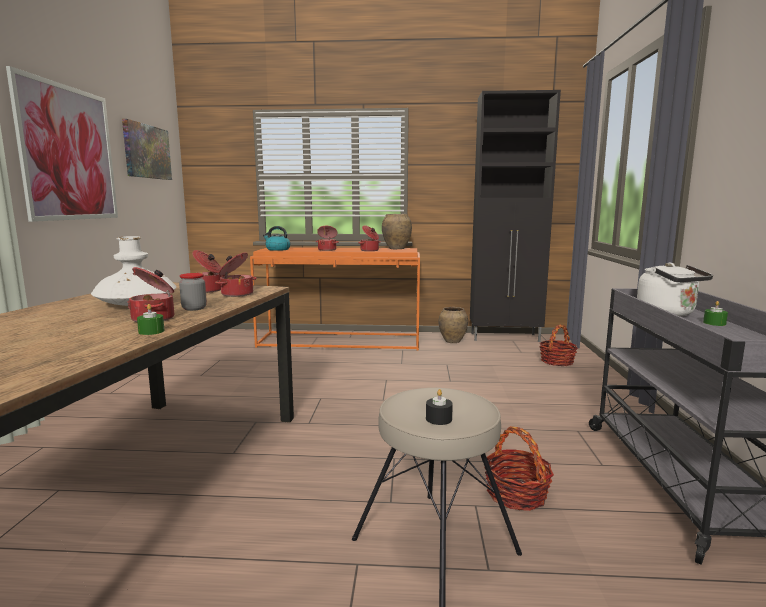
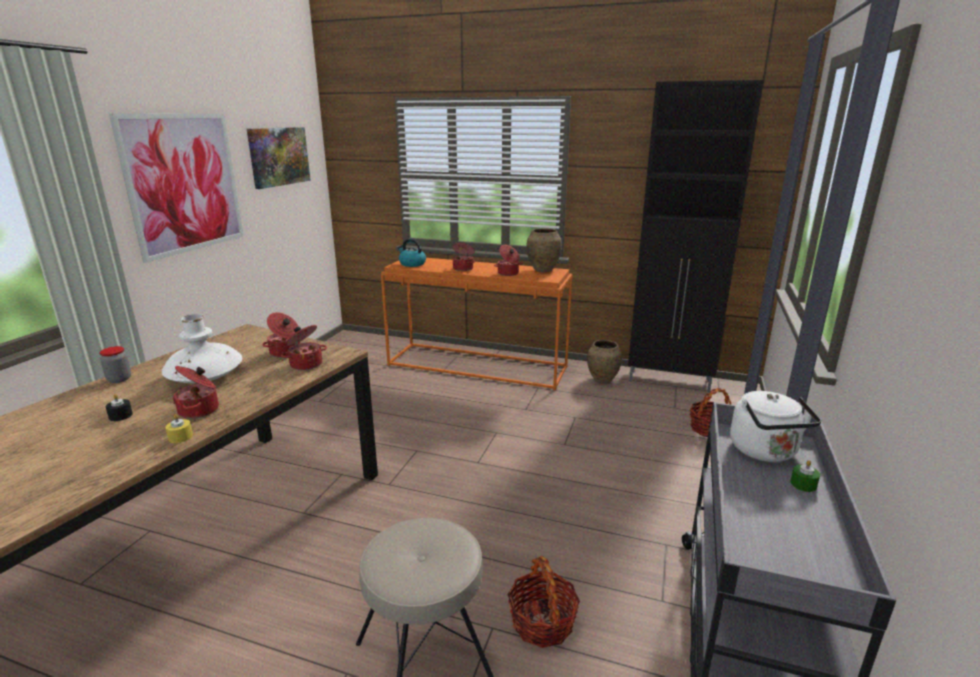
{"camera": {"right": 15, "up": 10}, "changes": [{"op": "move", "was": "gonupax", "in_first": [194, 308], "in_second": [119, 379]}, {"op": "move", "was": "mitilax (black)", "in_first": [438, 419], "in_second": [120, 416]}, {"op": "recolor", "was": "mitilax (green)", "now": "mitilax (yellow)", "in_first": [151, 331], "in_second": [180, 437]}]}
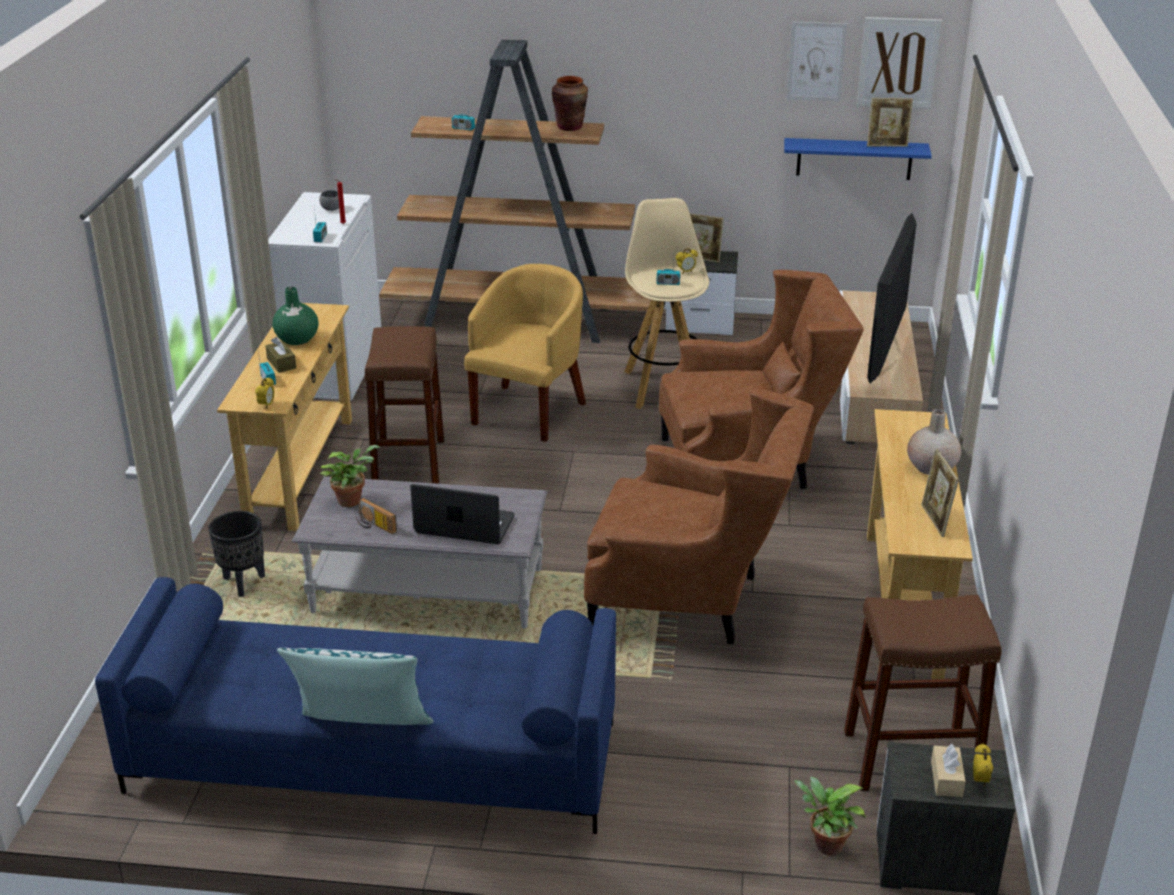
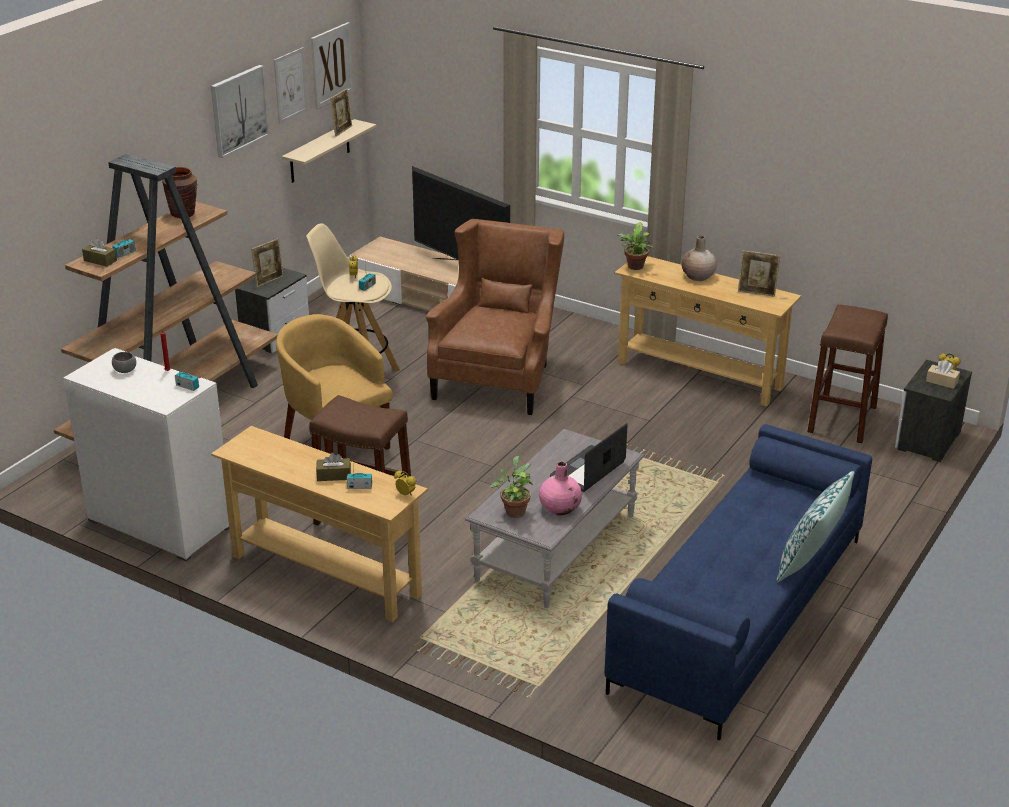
{"camera": {"right": -65, "up": 0}, "changes": [{"op": "delete", "was": "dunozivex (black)", "in_first": [243, 584]}, {"op": "delete", "was": "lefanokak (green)", "in_first": [296, 339]}, {"op": "delete", "was": "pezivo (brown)", "in_first": [692, 601]}, {"op": "insert", "now": "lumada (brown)", "in_second": [100, 260]}, {"op": "insert", "now": "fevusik", "in_second": [238, 110]}, {"op": "move", "was": "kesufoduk", "in_first": [825, 845], "in_second": [634, 267]}, {"op": "replace", "was": "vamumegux", "now": "lefanokak (pink)", "in_first": [374, 526], "in_second": [560, 508]}, {"op": "recolor", "was": "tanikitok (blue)", "now": "tanikitok (beige)", "in_first": [854, 159], "in_second": [319, 152]}]}
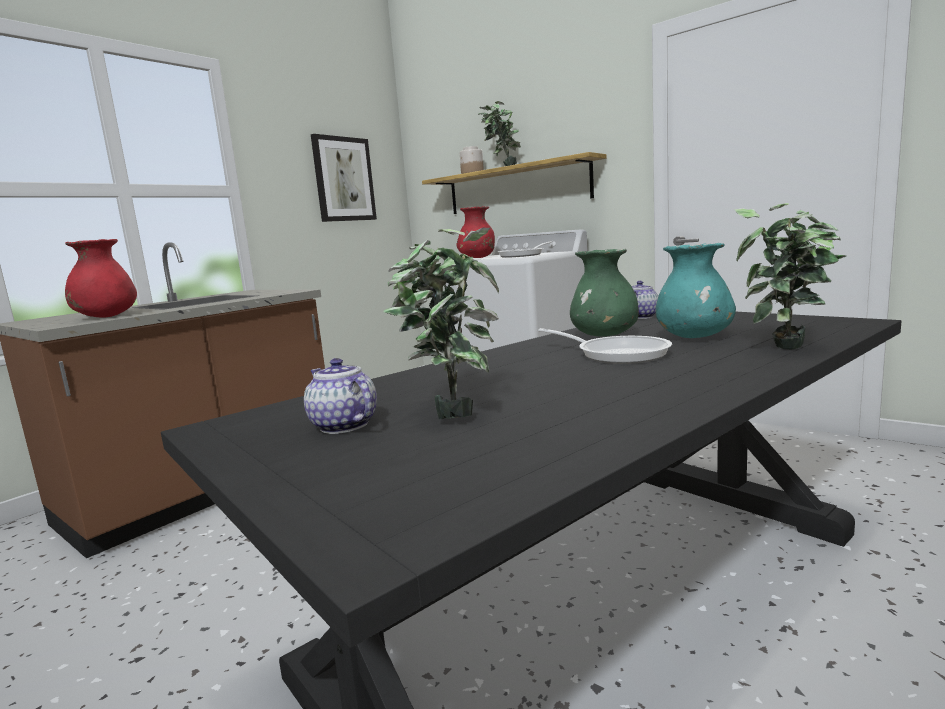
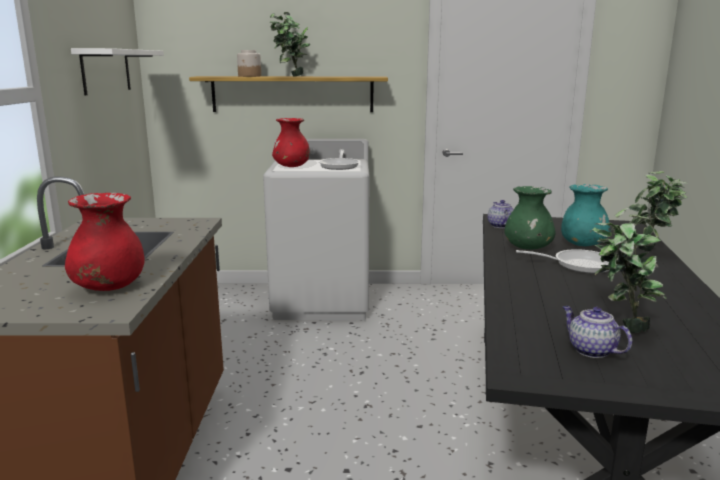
{"camera": {"right": -40, "up": 5}, "changes": [{"op": "replace", "was": "fevusik", "now": "tanikitok (white)", "in_first": [343, 179], "in_second": [106, 71]}, {"op": "rotate", "was": "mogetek", "in_first": [342, 425], "in_second": [590, 350], "clockwise": 45}]}
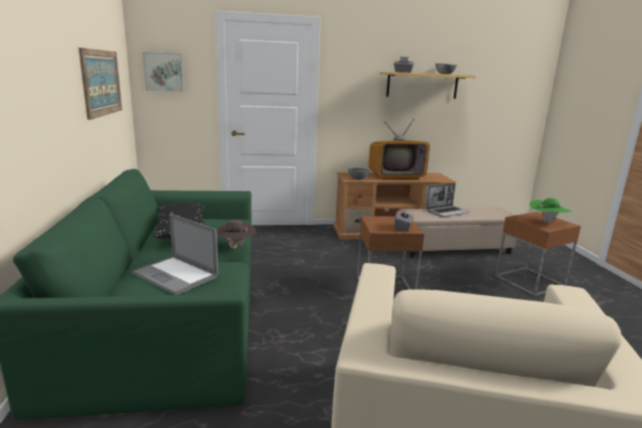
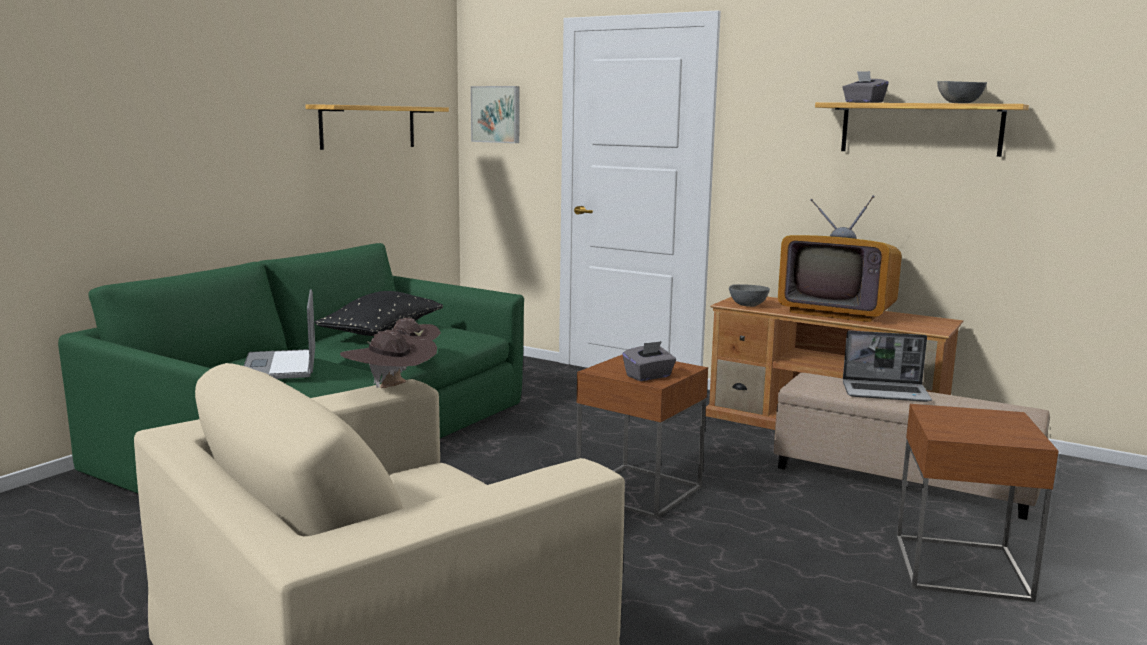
{"camera": {"right": 40, "up": -5}, "changes": [{"op": "delete", "was": "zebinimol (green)", "in_first": [547, 222]}, {"op": "insert", "now": "zebinimol (brown)", "in_second": [390, 389]}, {"op": "replace", "was": "fevusik", "now": "tanikitok", "in_first": [101, 82], "in_second": [368, 127]}]}
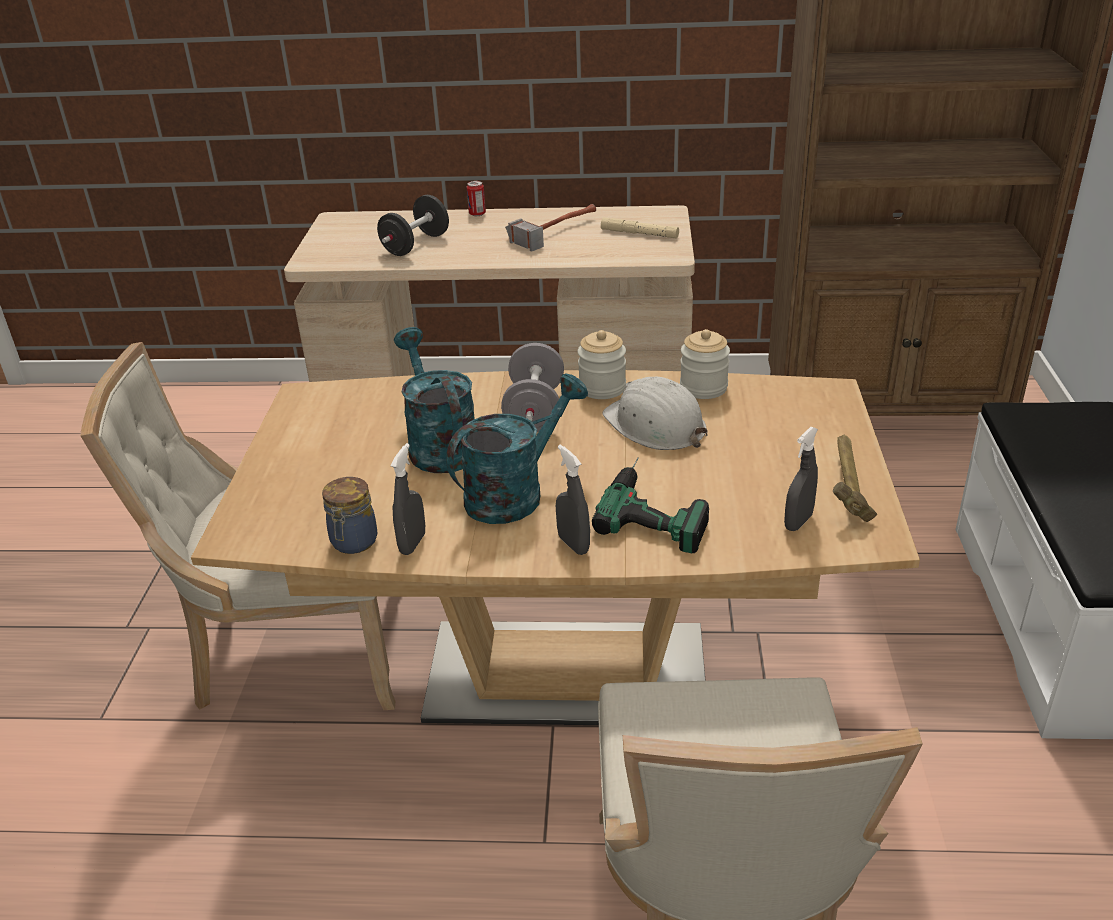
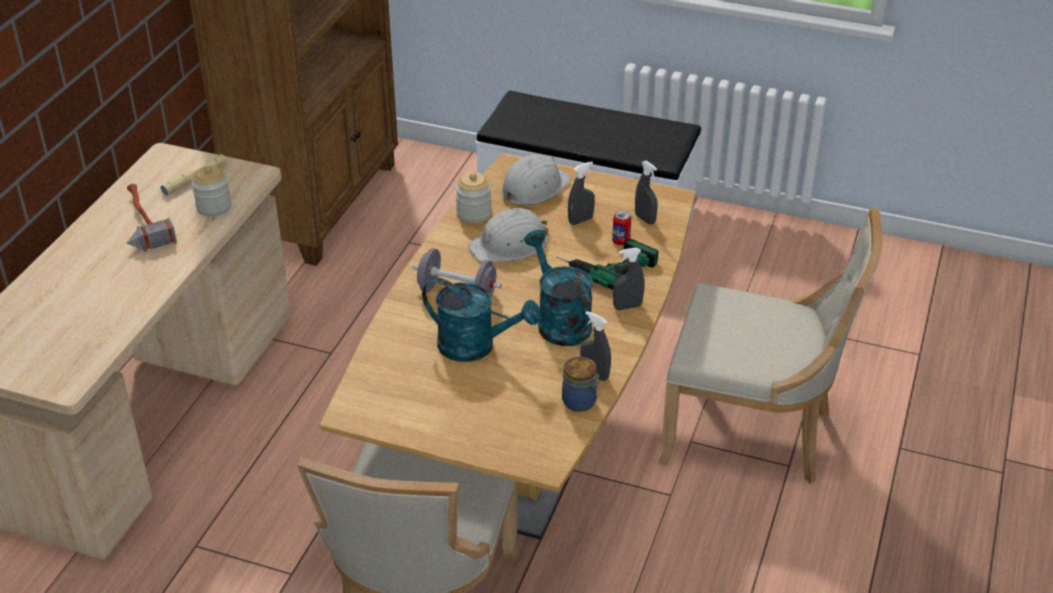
{"camera": {"right": -75, "up": 5}, "changes": [{"op": "delete", "was": "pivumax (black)", "in_first": [415, 245]}, {"op": "delete", "was": "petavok", "in_first": [847, 488]}, {"op": "insert", "now": "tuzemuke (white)", "in_second": [533, 188]}, {"op": "insert", "now": "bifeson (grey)", "in_second": [580, 220]}, {"op": "move", "was": "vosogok", "in_first": [477, 214], "in_second": [621, 242]}, {"op": "move", "was": "gonupax", "in_first": [602, 388], "in_second": [214, 207]}, {"op": "rotate", "was": "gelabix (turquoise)", "in_first": [438, 445], "in_second": [476, 347], "clockwise": -150}]}
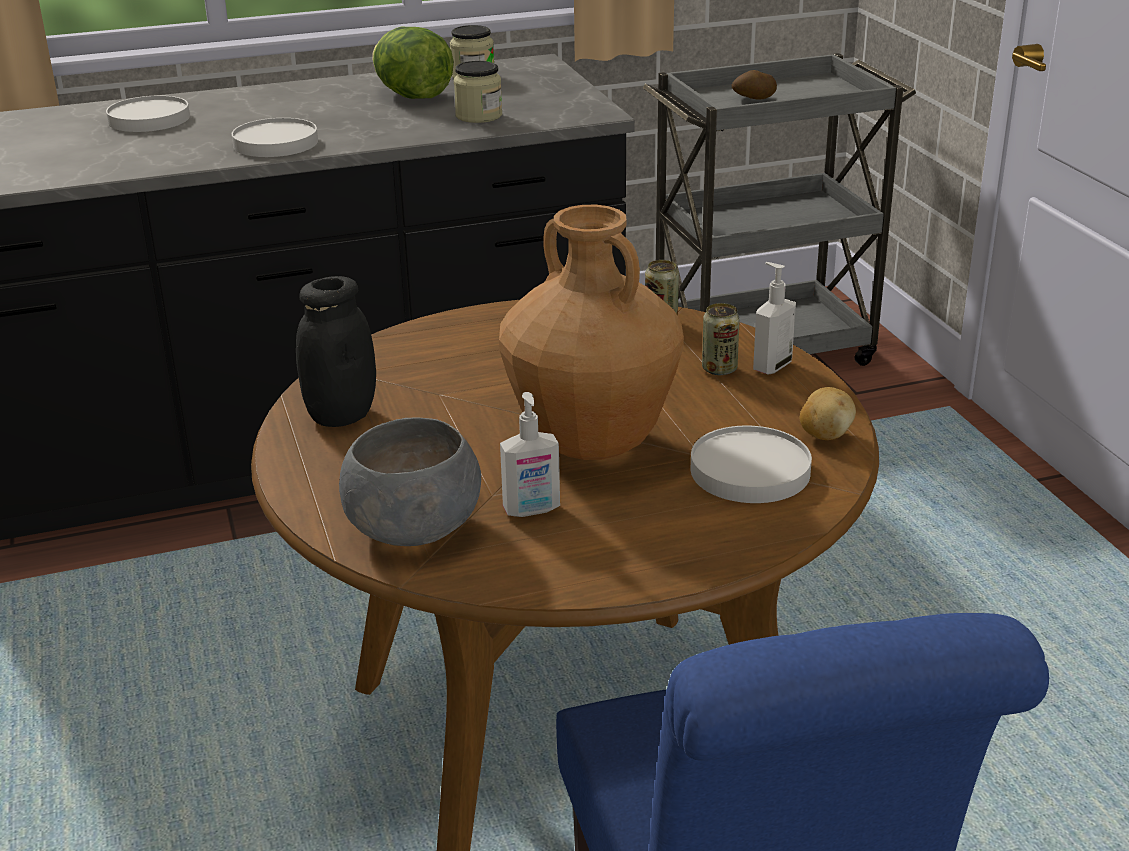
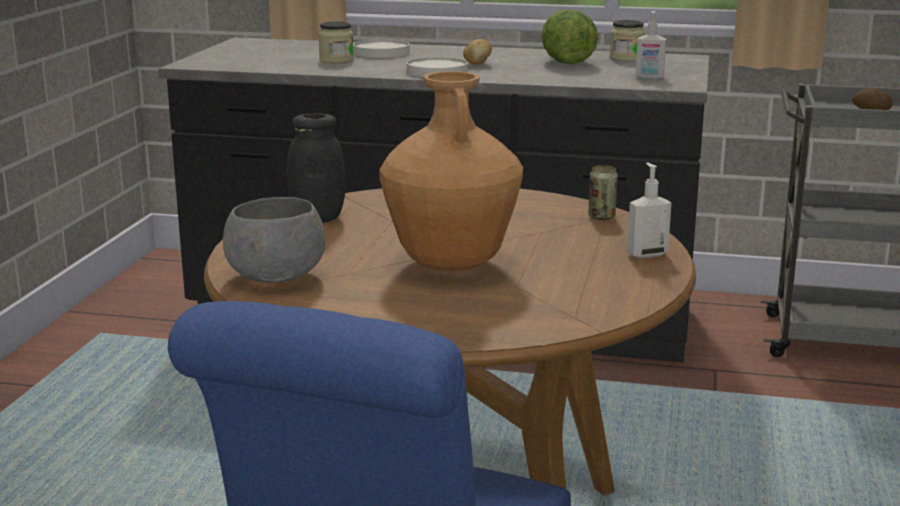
{"camera": {"right": 30, "up": -10}, "changes": [{"op": "delete", "was": "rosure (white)", "in_first": [749, 470]}, {"op": "delete", "was": "vosogok", "in_first": [719, 369]}, {"op": "move", "was": "gonupax", "in_first": [479, 116], "in_second": [336, 60]}, {"op": "move", "was": "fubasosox", "in_first": [532, 510], "in_second": [649, 78]}, {"op": "move", "was": "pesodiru", "in_first": [825, 435], "in_second": [477, 64]}]}
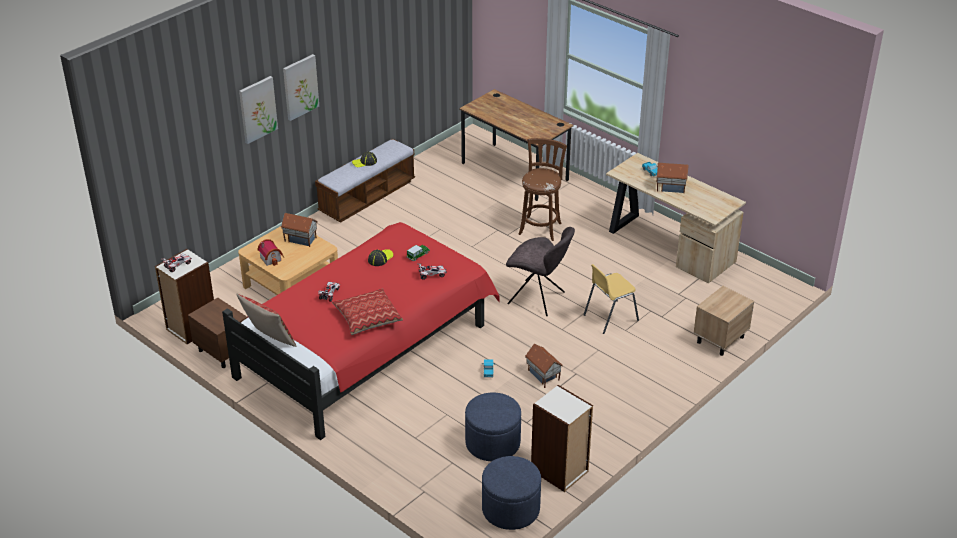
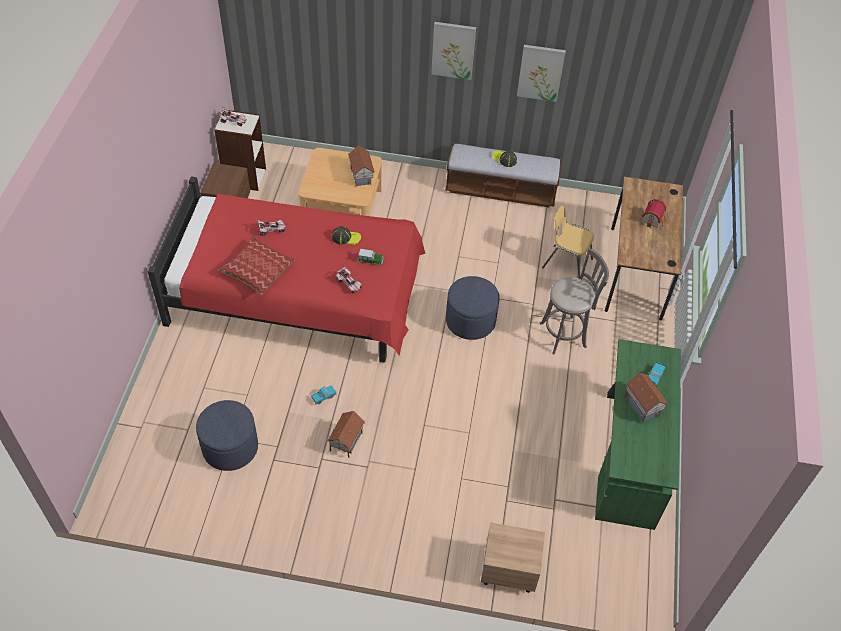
{"camera": {"right": 55, "up": 15}, "changes": [{"op": "delete", "was": "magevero", "in_first": [269, 340]}, {"op": "delete", "was": "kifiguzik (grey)", "in_first": [538, 299]}, {"op": "delete", "was": "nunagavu", "in_first": [560, 471]}, {"op": "move", "was": "fevusik", "in_first": [257, 109], "in_second": [540, 72]}, {"op": "move", "was": "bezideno", "in_first": [271, 258], "in_second": [653, 219]}, {"op": "move", "was": "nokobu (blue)", "in_first": [510, 509], "in_second": [470, 320]}, {"op": "move", "was": "kifiguzik (yellow)", "in_first": [610, 317], "in_second": [566, 263]}, {"op": "recolor", "was": "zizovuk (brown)", "now": "zizovuk (grey)", "in_first": [540, 227], "in_second": [565, 334]}, {"op": "recolor", "was": "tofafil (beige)", "now": "tofafil (green)", "in_first": [669, 245], "in_second": [629, 455]}]}
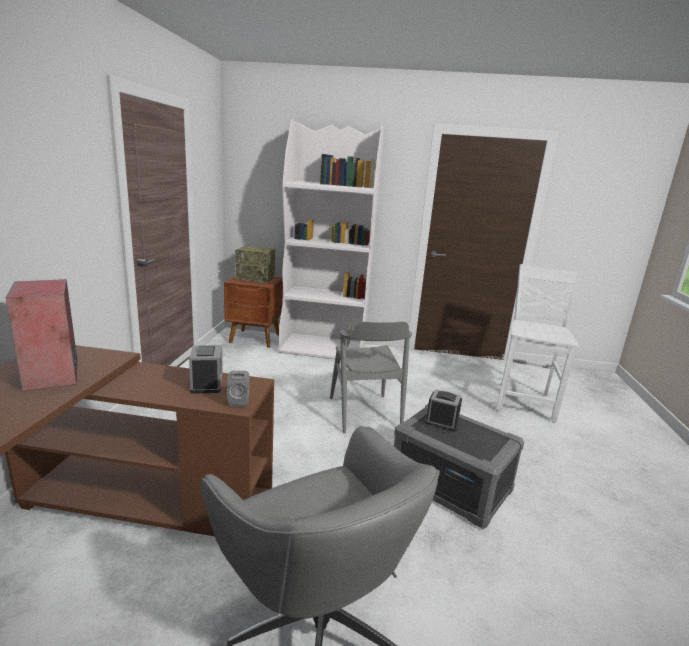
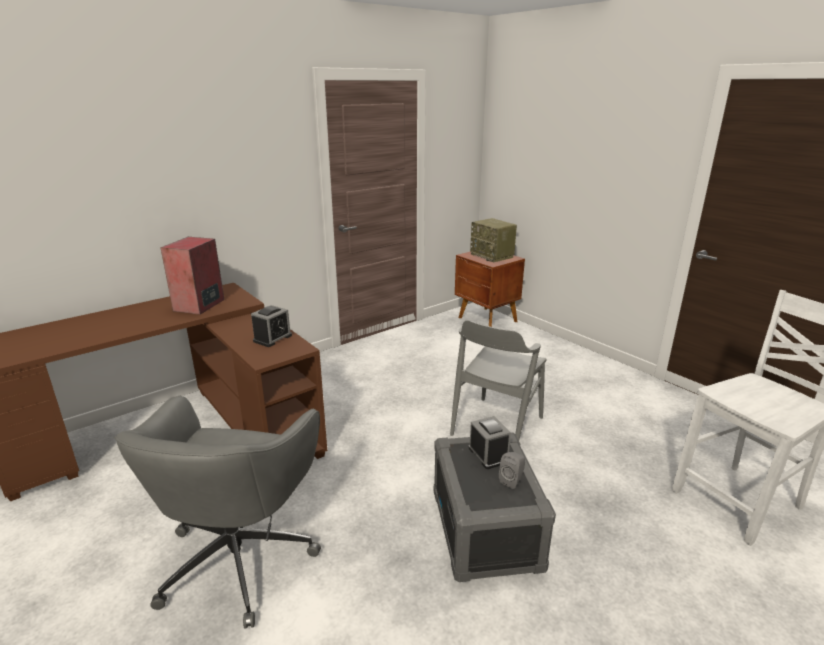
{"camera": {"right": 45, "up": 5}, "changes": [{"op": "delete", "was": "nunagavu (white)", "in_first": [324, 348]}, {"op": "move", "was": "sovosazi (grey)", "in_first": [239, 401], "in_second": [512, 481]}]}
